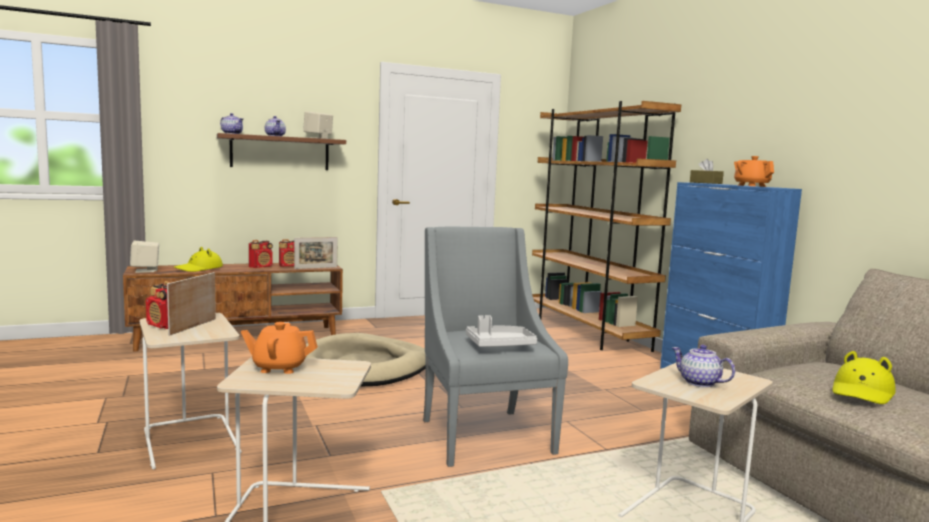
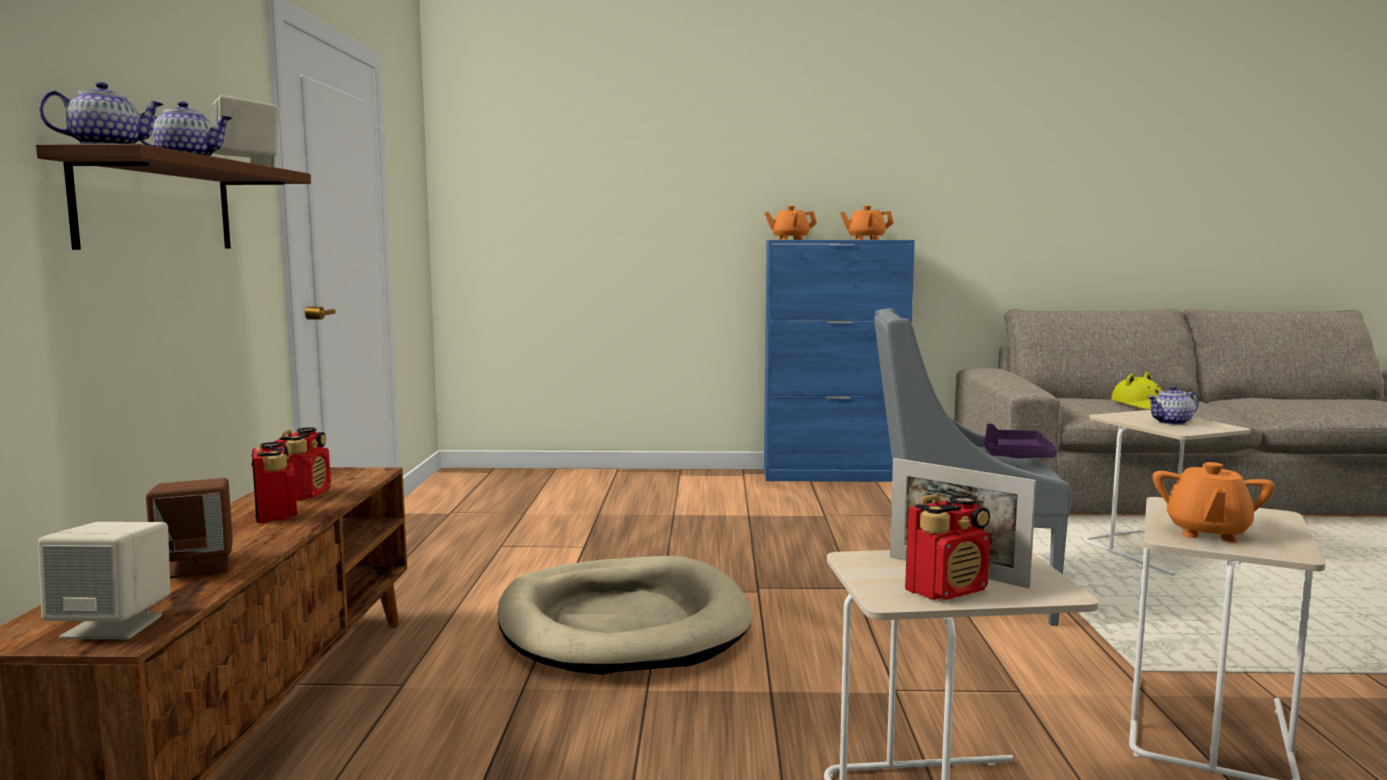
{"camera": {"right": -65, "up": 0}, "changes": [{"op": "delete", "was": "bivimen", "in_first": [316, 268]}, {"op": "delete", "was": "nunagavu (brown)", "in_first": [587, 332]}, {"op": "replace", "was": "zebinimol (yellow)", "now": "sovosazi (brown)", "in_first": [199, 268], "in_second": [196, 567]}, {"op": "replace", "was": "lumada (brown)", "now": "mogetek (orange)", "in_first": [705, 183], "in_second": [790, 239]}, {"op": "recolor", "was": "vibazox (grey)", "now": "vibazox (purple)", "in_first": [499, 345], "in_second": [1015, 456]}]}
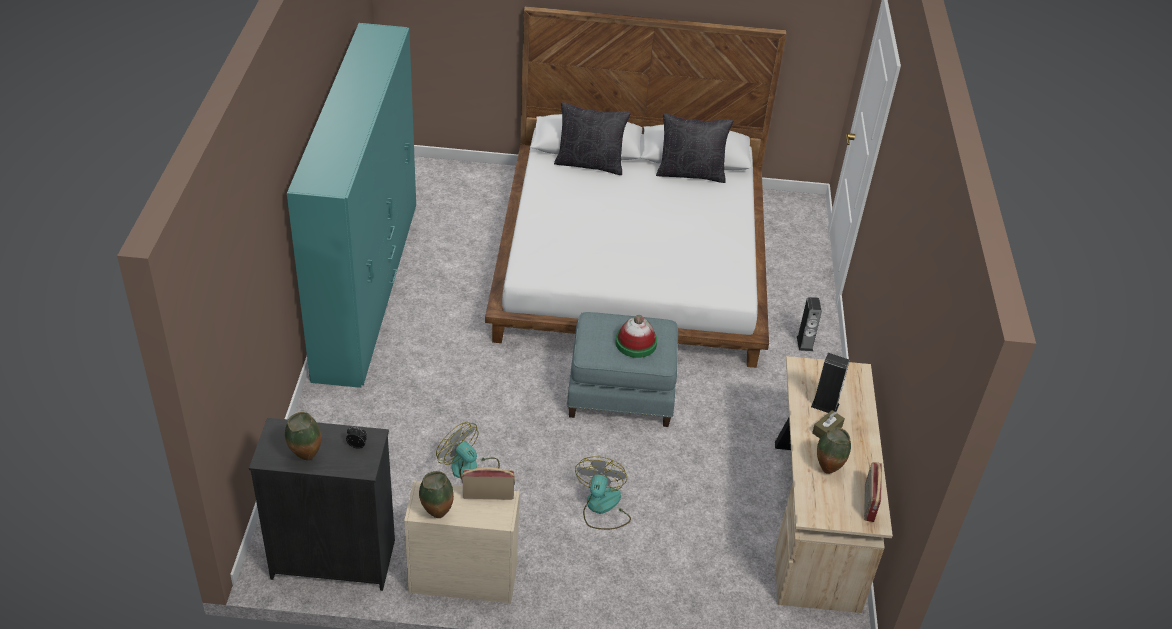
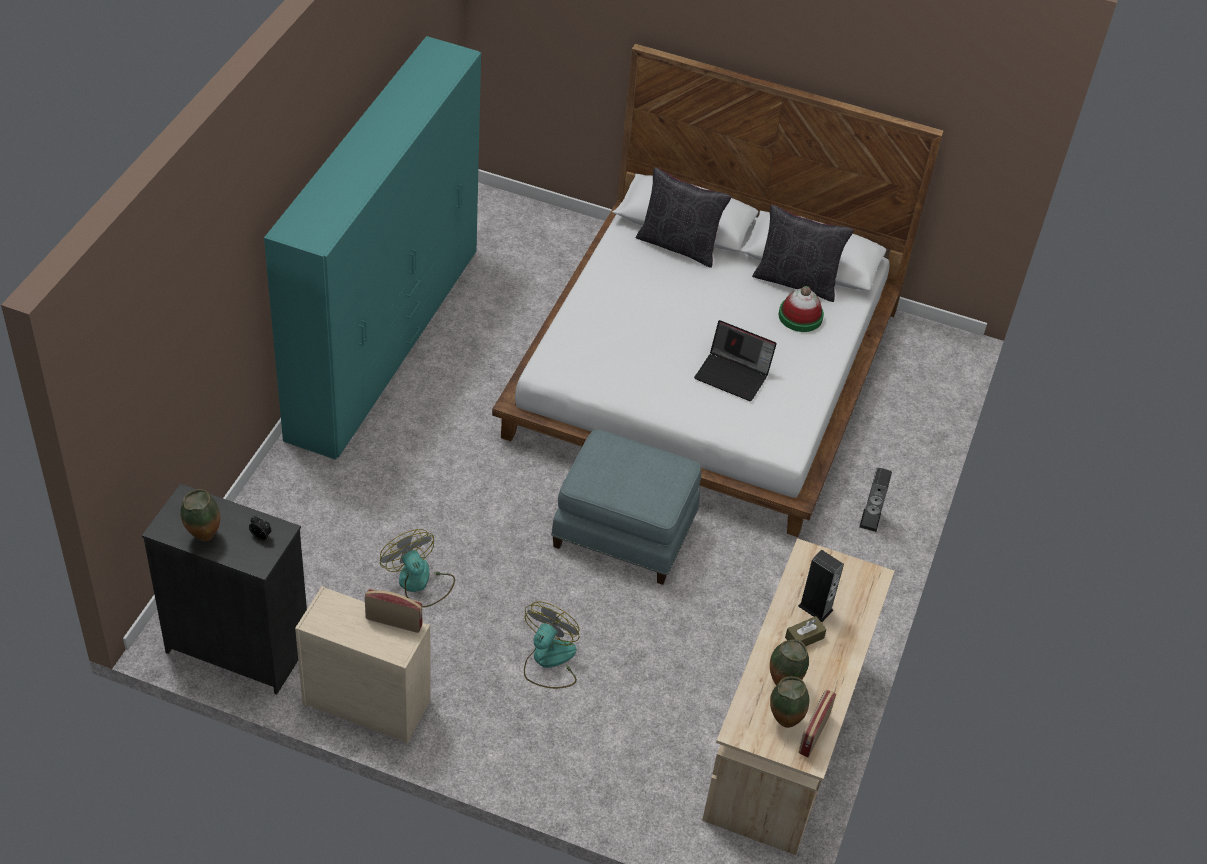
{"camera": {"right": 15, "up": 5}, "changes": [{"op": "insert", "now": "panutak", "in_second": [733, 375]}, {"op": "move", "was": "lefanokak", "in_first": [436, 514], "in_second": [783, 722]}, {"op": "move", "was": "zebinimol", "in_first": [636, 343], "in_second": [800, 316]}]}
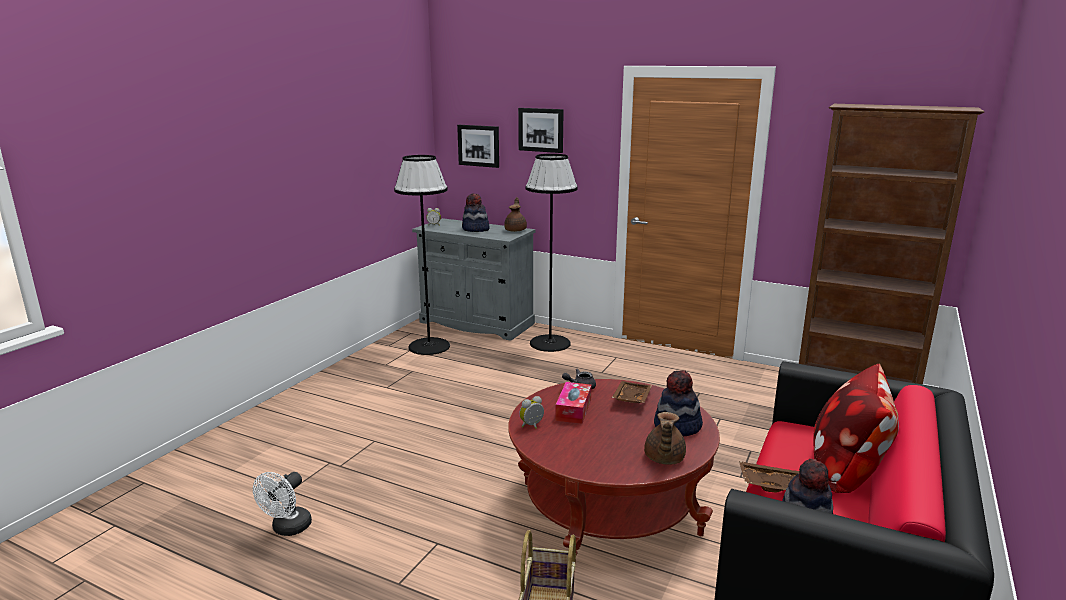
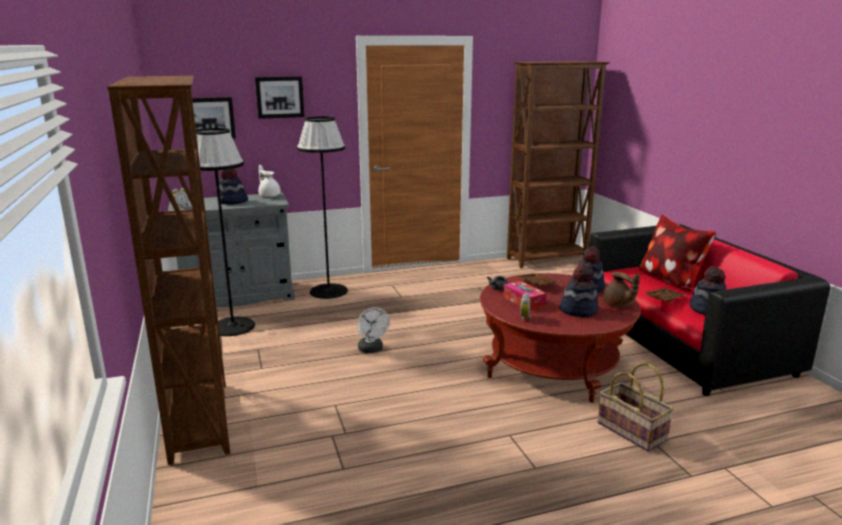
{"camera": {"right": -45, "up": 0}, "changes": [{"op": "insert", "now": "nunagavu (brown)", "in_second": [201, 420]}, {"op": "insert", "now": "zebinimol", "in_second": [578, 310]}, {"op": "move", "was": "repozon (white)", "in_first": [288, 529], "in_second": [372, 350]}, {"op": "recolor", "was": "mogetek (brown)", "now": "mogetek (white)", "in_first": [516, 230], "in_second": [269, 195]}]}
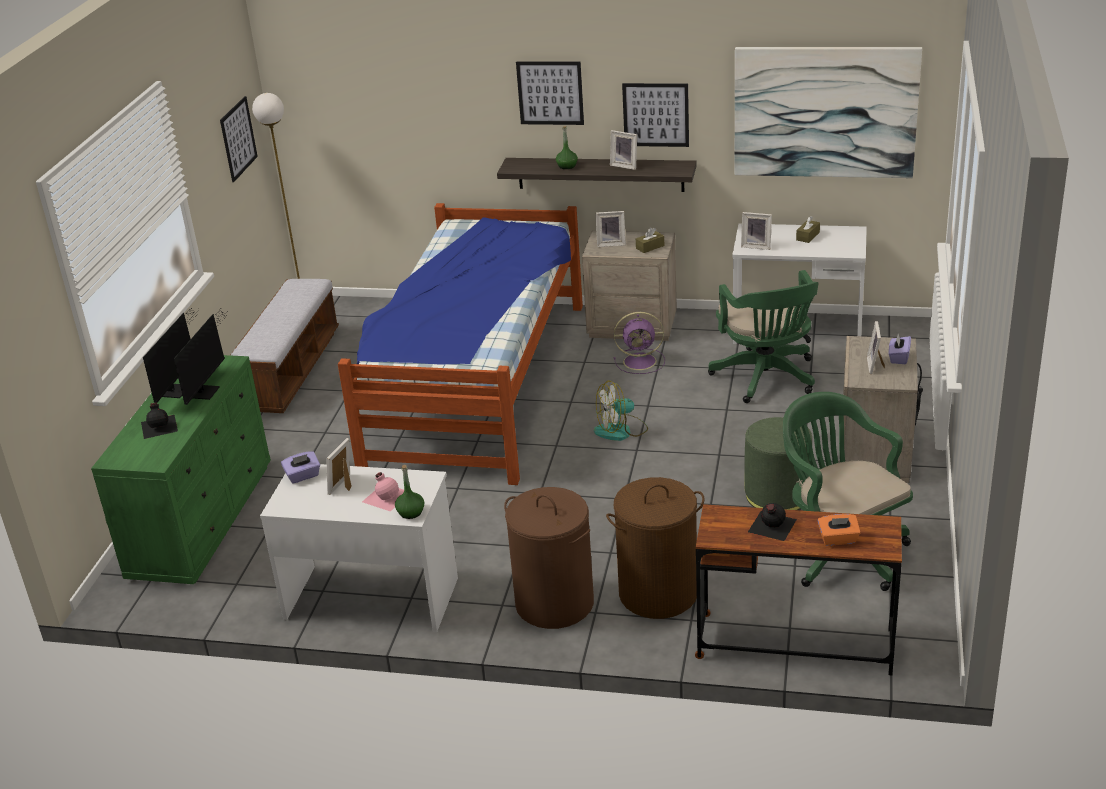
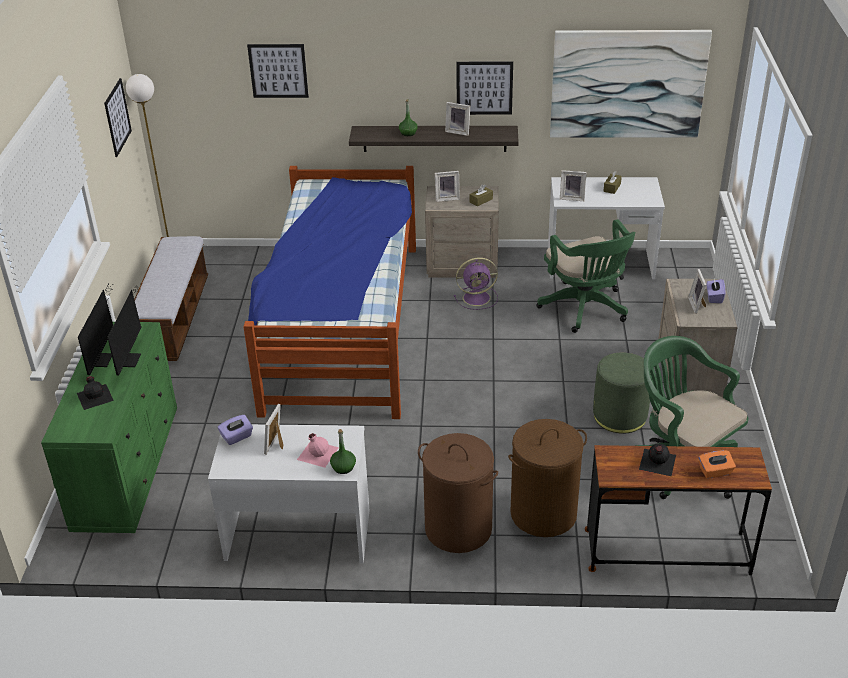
{"camera": {"right": -10, "up": 5}, "changes": [{"op": "delete", "was": "repozon", "in_first": [621, 430]}, {"op": "move", "was": "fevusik", "in_first": [550, 93], "in_second": [278, 71]}]}
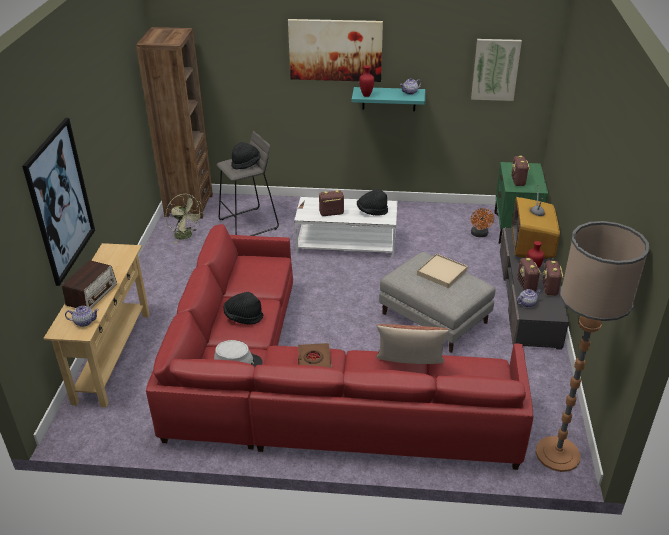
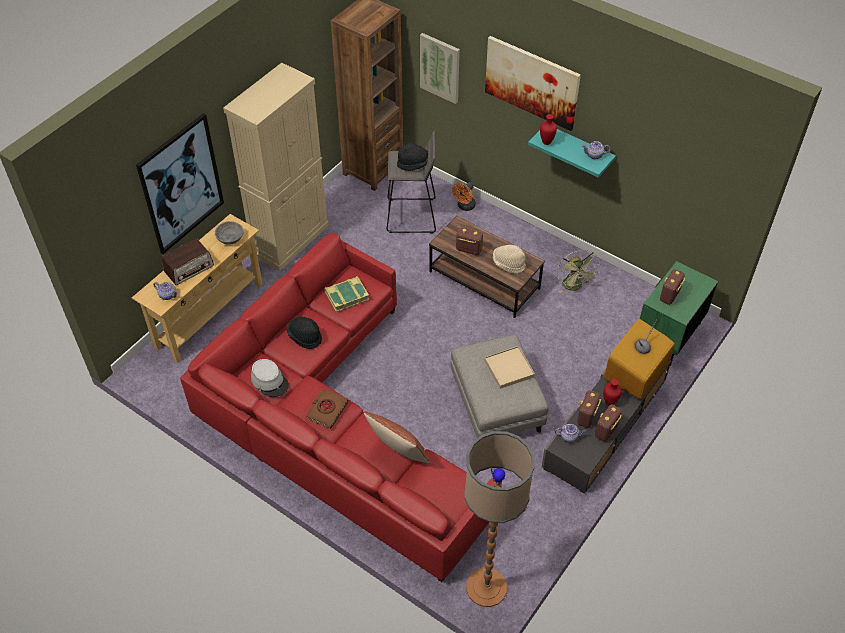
{"camera": {"right": 30, "up": 15}, "changes": [{"op": "insert", "now": "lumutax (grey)", "in_second": [230, 238]}, {"op": "insert", "now": "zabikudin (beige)", "in_second": [290, 239]}, {"op": "insert", "now": "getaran", "in_second": [346, 296]}, {"op": "move", "was": "repozon (green)", "in_first": [186, 236], "in_second": [574, 287]}, {"op": "move", "was": "fevusik", "in_first": [495, 69], "in_second": [440, 68]}, {"op": "move", "was": "repozon (orange)", "in_first": [479, 234], "in_second": [464, 207]}, {"op": "recolor", "was": "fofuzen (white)", "now": "fofuzen (brown)", "in_first": [346, 243], "in_second": [483, 280]}, {"op": "recolor", "was": "zebinimol (black)", "now": "zebinimol (beige)", "in_first": [372, 211], "in_second": [508, 264]}]}
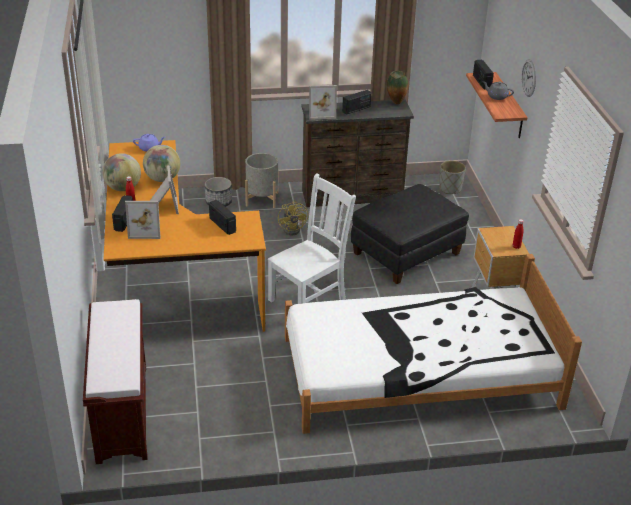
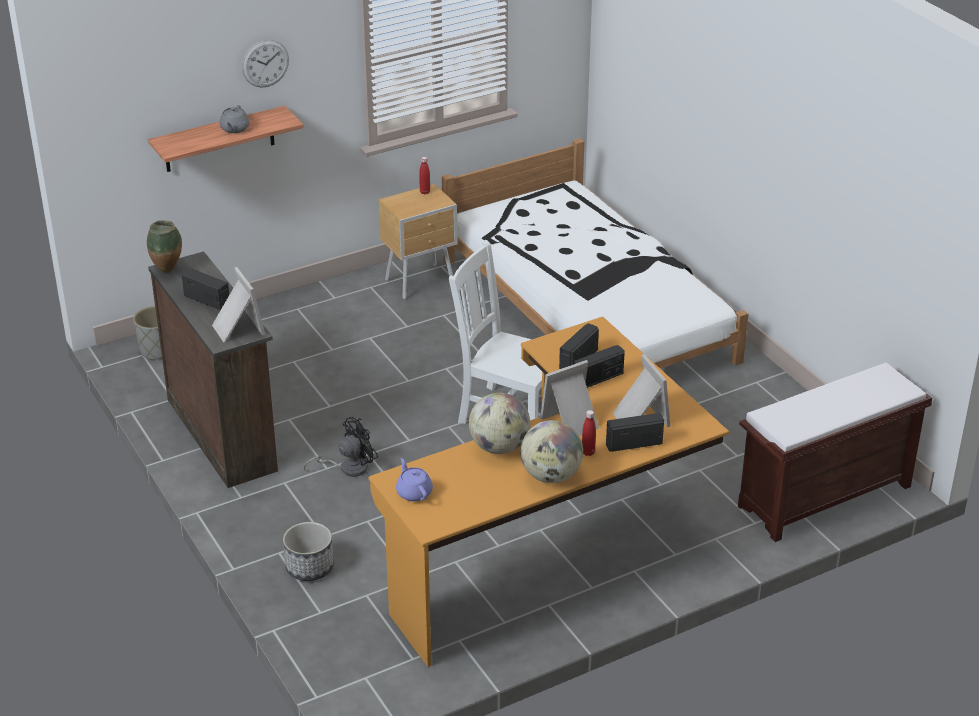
{"camera": {"right": -110, "up": 0}, "changes": [{"op": "delete", "was": "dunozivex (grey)", "in_first": [262, 199]}, {"op": "delete", "was": "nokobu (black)", "in_first": [407, 254]}, {"op": "move", "was": "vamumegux", "in_first": [481, 82], "in_second": [598, 379]}, {"op": "recolor", "was": "repozon (yellow)", "now": "repozon (black)", "in_first": [294, 229], "in_second": [348, 467]}]}
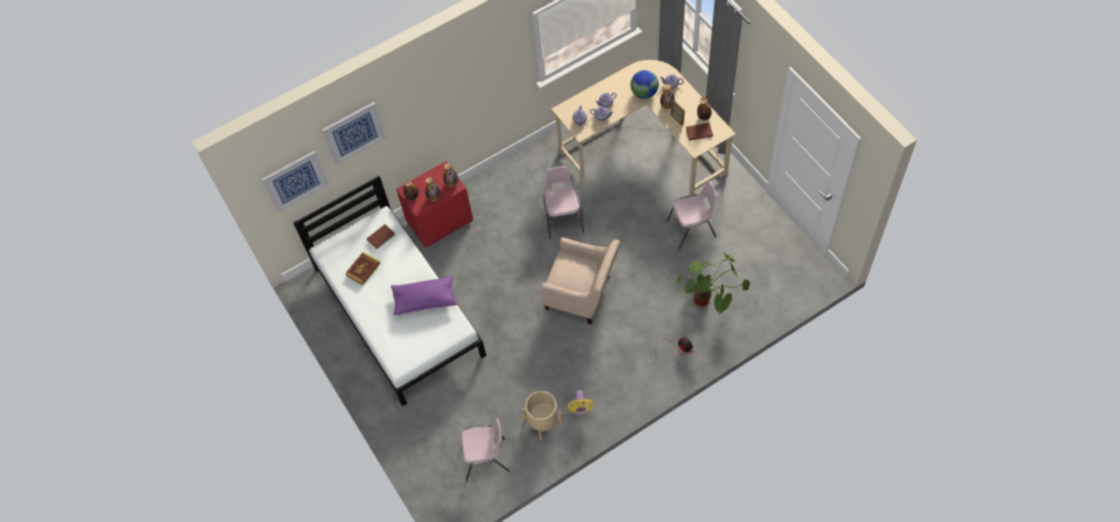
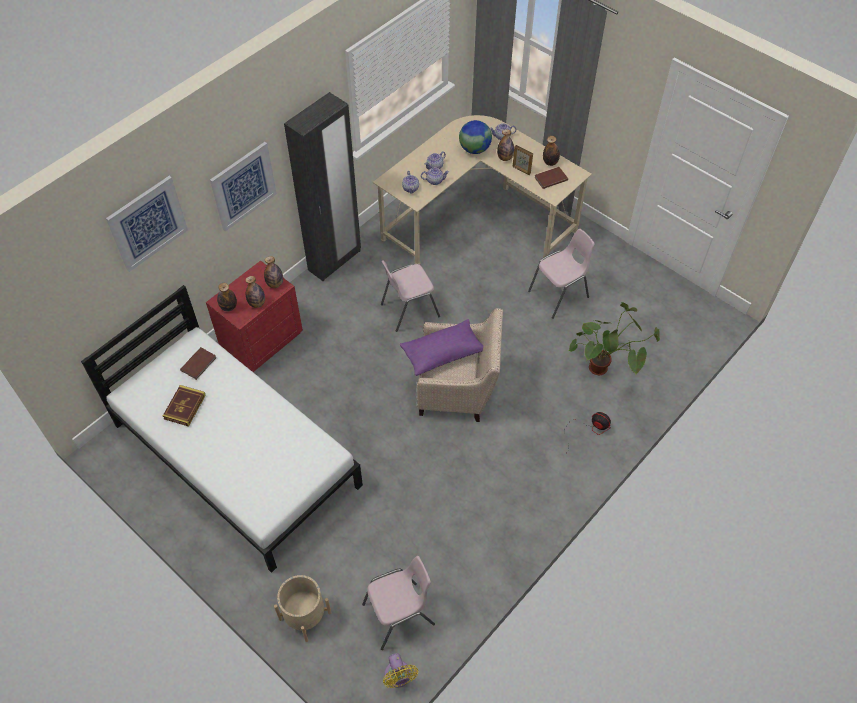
{"camera": {"right": -20, "up": -5}, "changes": [{"op": "insert", "now": "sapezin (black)", "in_second": [335, 261]}, {"op": "move", "was": "fevusik", "in_first": [295, 180], "in_second": [243, 186]}, {"op": "move", "was": "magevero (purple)", "in_first": [425, 299], "in_second": [442, 353]}, {"op": "move", "was": "dunozivex (beige)", "in_first": [543, 421], "in_second": [305, 616]}, {"op": "move", "was": "repozon (yellow)", "in_first": [580, 409], "in_second": [398, 677]}, {"op": "rotate", "was": "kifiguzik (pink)", "in_first": [563, 218], "in_second": [409, 310], "clockwise": -90}]}
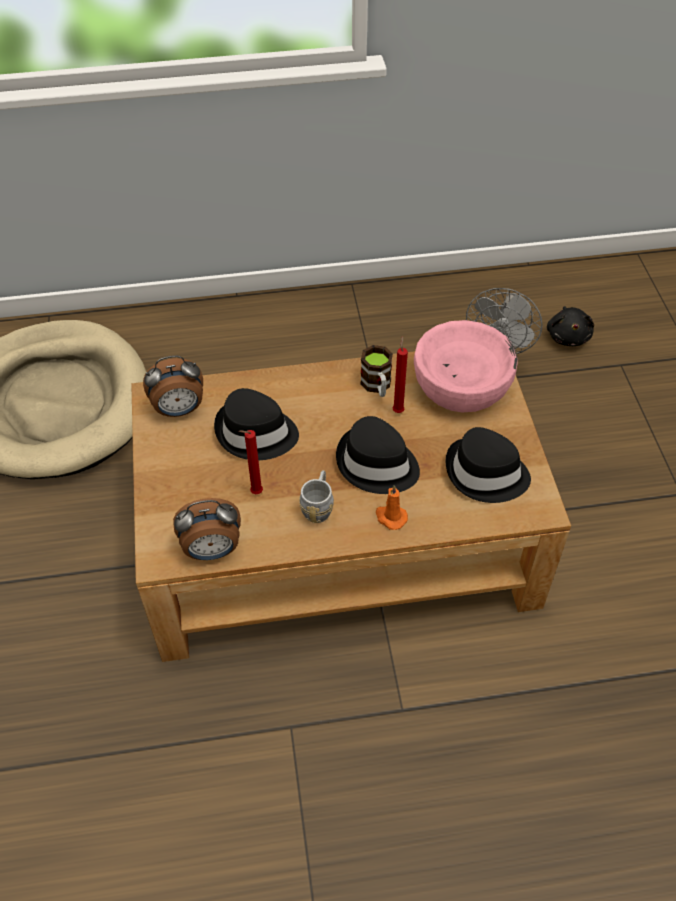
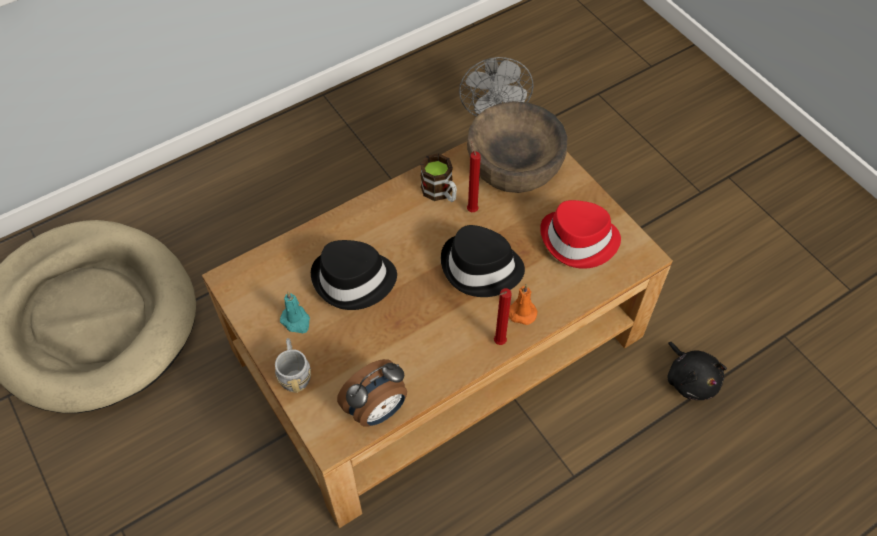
{"camera": {"right": -25, "up": 5}, "changes": [{"op": "delete", "was": "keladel", "in_first": [179, 410]}, {"op": "insert", "now": "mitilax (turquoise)", "in_second": [296, 321]}, {"op": "move", "was": "mitilax (red)", "in_first": [254, 493], "in_second": [498, 343]}, {"op": "move", "was": "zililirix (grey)", "in_first": [318, 506], "in_second": [294, 373]}, {"op": "move", "was": "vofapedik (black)", "in_first": [568, 336], "in_second": [690, 379]}, {"op": "recolor", "was": "lumutax (pink)", "now": "lumutax (brown)", "in_first": [461, 385], "in_second": [514, 165]}, {"op": "recolor", "was": "zebinimol (black)", "now": "zebinimol (red)", "in_first": [486, 474], "in_second": [579, 241]}]}
